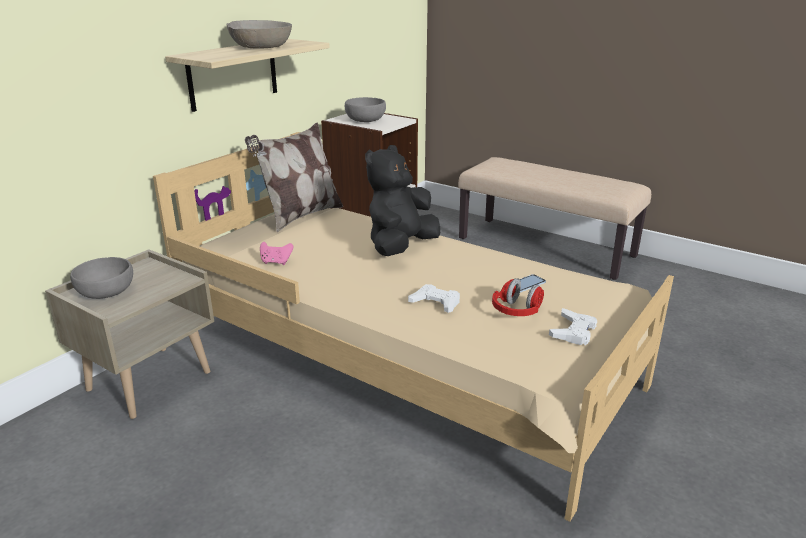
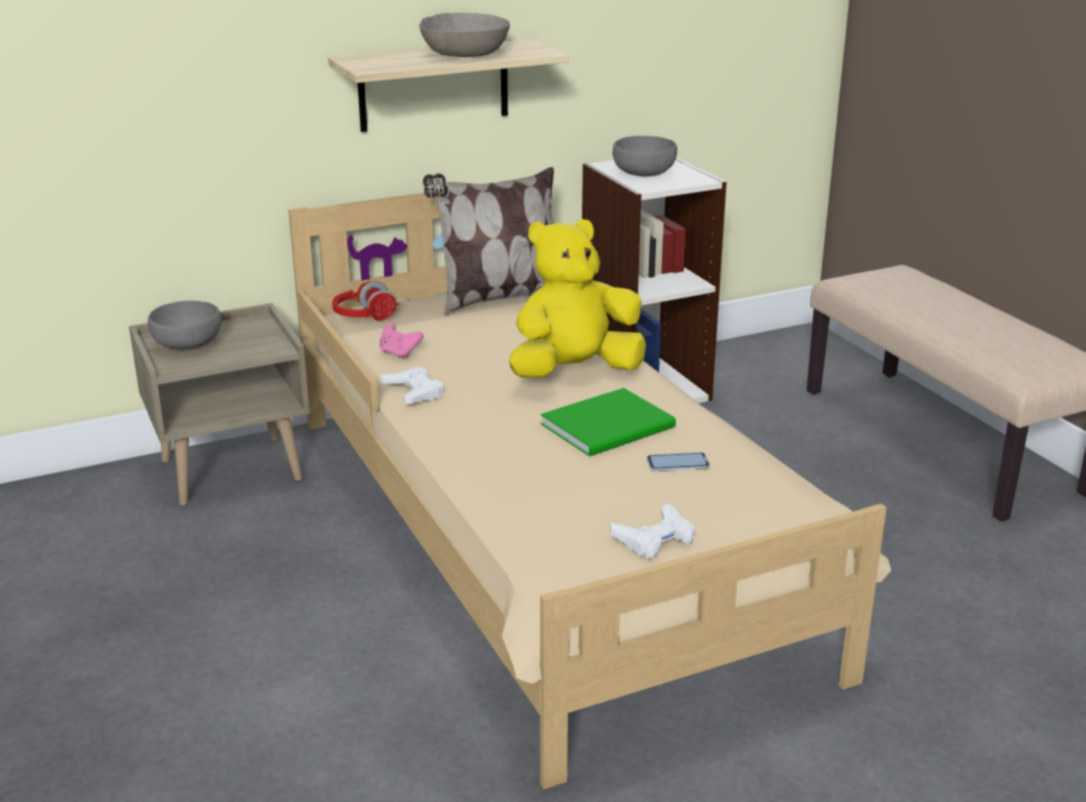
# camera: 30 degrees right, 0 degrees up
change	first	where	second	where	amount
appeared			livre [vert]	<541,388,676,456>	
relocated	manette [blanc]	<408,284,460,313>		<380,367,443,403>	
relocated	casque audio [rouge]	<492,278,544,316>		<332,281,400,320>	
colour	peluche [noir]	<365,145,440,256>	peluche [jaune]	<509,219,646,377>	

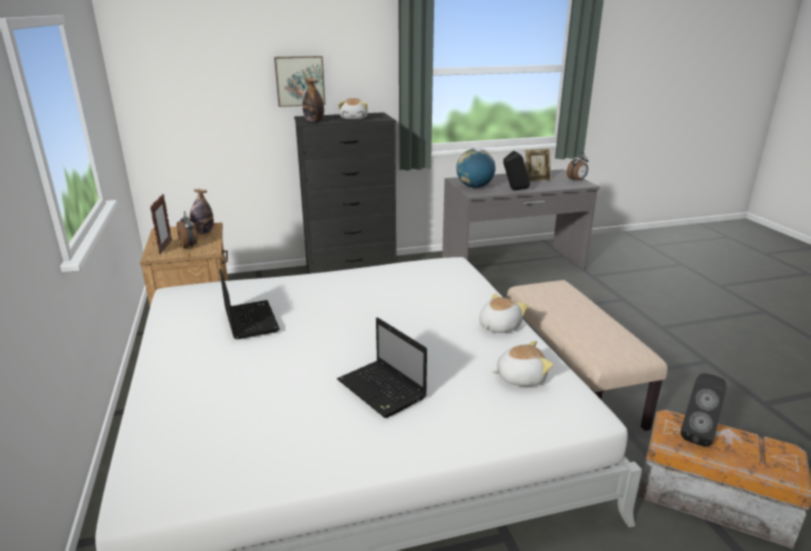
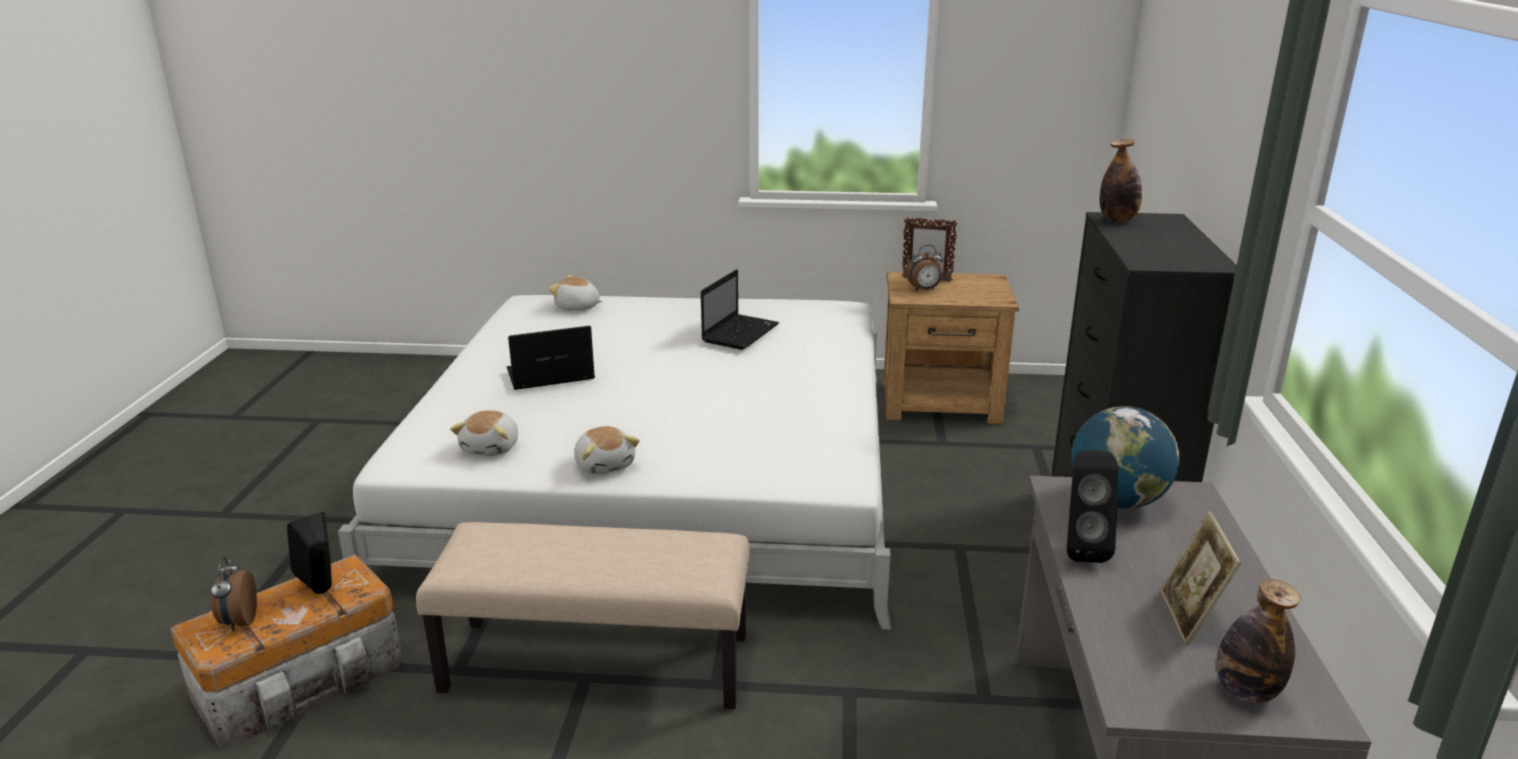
# camera: 110 degrees right, 0 degrees up
change	first	where	second	where	amount
missing	tableau	<274,56,325,107>			
relocated	bouteille	<190,189,214,234>		<1216,579,1301,704>	
relocated	peluche	<338,98,368,120>		<548,275,602,311>	
relocated	réveil	<567,152,588,182>		<211,557,257,631>	
spun	ordinateur portable	<220,269,280,339>		<701,269,779,350>	60 degrees counterclockwise

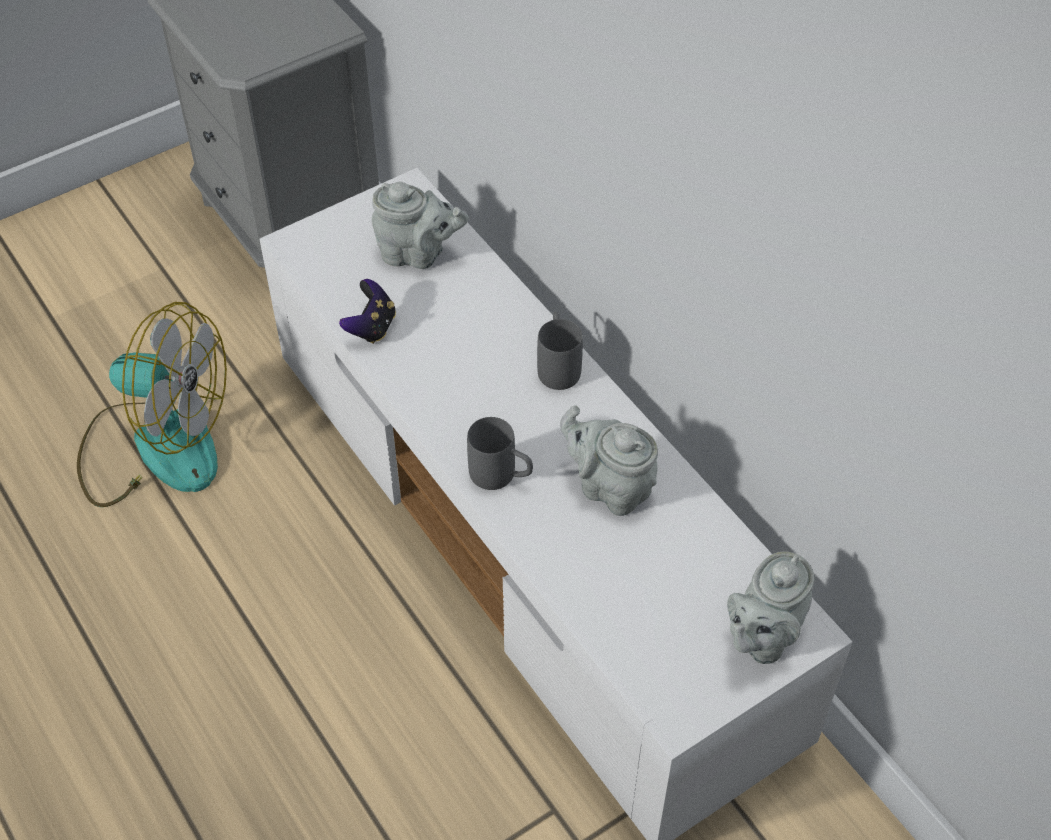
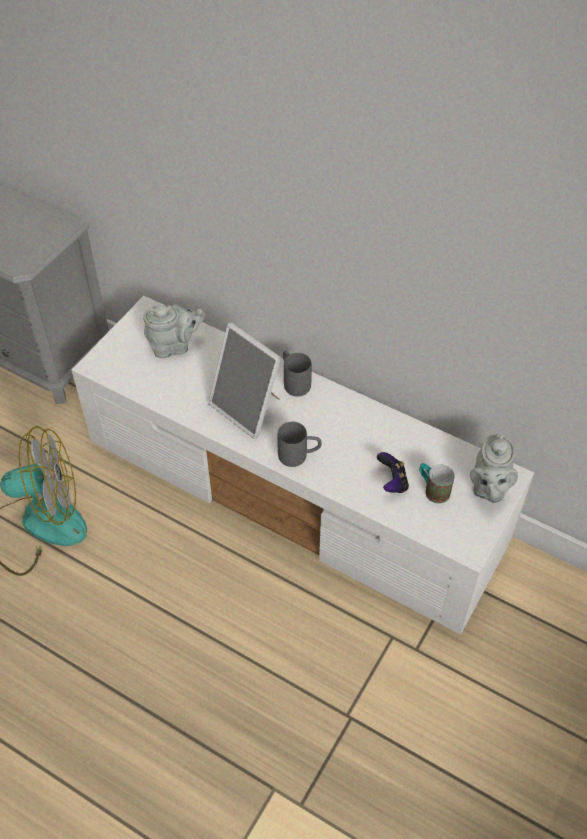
# camera: 25 degrees left, 0 degrees up
change	first	where	second	where	amount
missing	théière [gris]	<560,406,658,516>			
appeared			cadre photo	<209,323,281,439>	
appeared			mug	<419,463,454,504>	
relocated	manette	<339,279,396,344>		<377,452,409,493>	

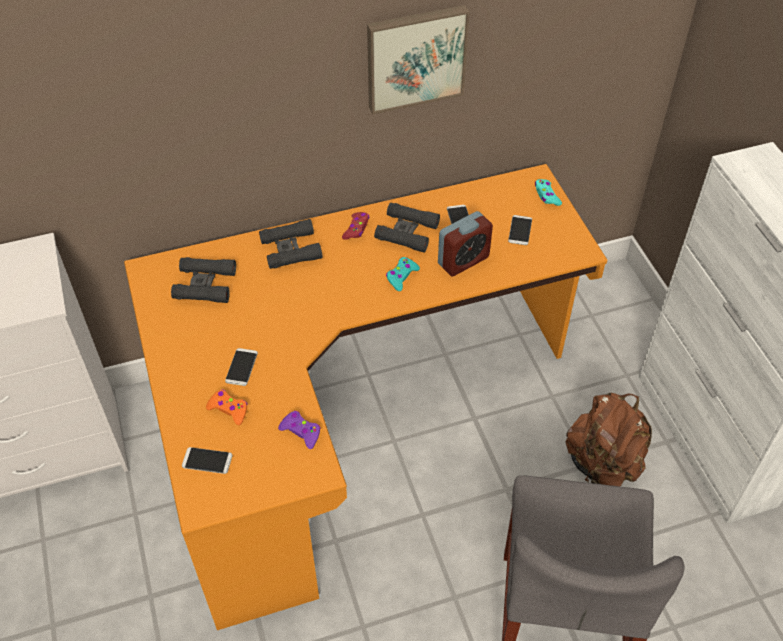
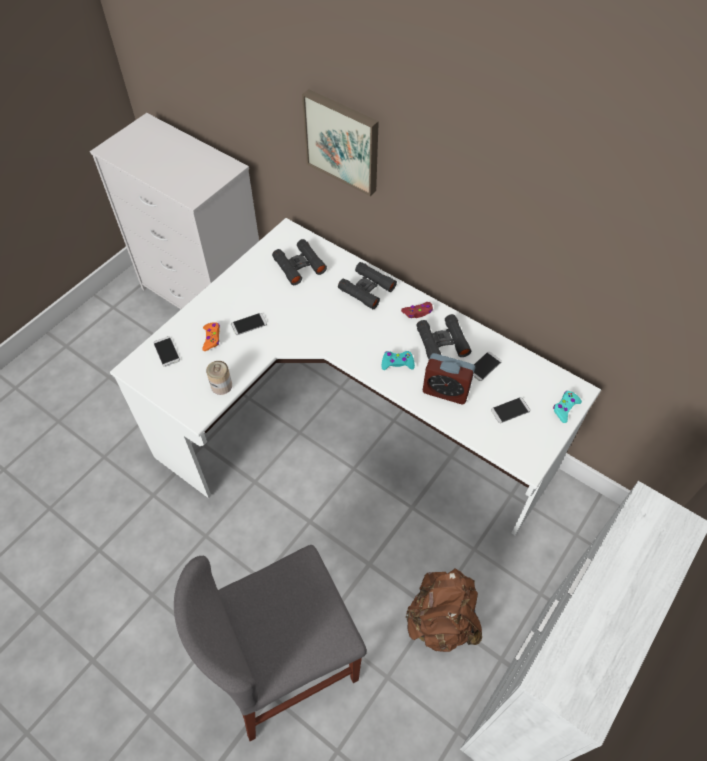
# camera: 55 degrees right, 5 degrees up
change	first	where	second	where	amount
relocated	tableau	<367,5,470,115>		<302,89,379,196>	
exchanged	manette [violet]	<278,411,321,449>	boîte métallique	<206,361,232,395>	
colour	bureau [orange]	<124,164,608,630>	bureau [blanc]	<110,218,601,535>	

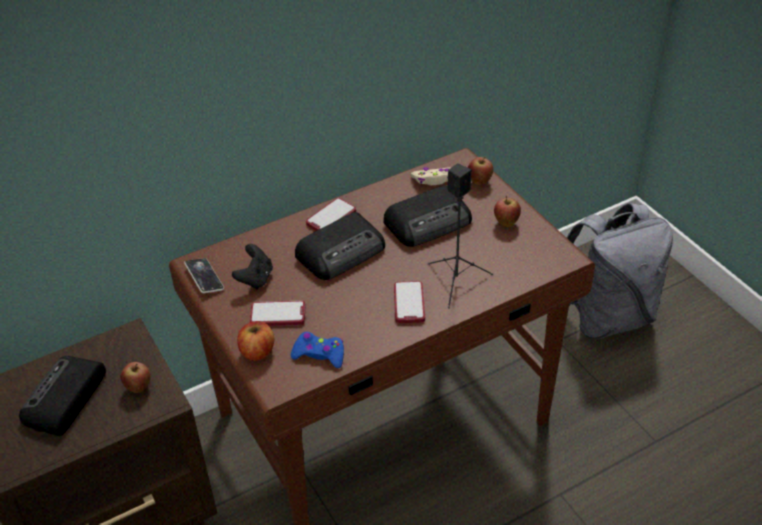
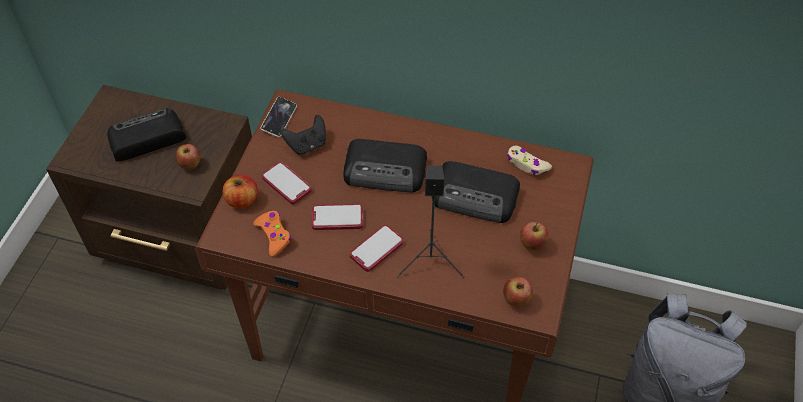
# camera: 45 degrees right, 10 degrees up
change	first	where	second	where	amount
relocated	téléphone	<306,198,356,231>		<312,204,363,230>	
relocated	pomme	<468,157,493,185>		<503,277,533,307>	
colour	manette [bleu]	<291,332,344,368>	manette [orange]	<253,211,291,257>	

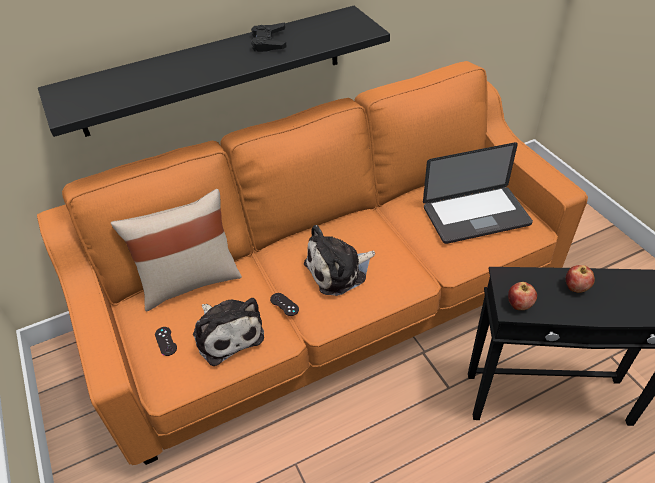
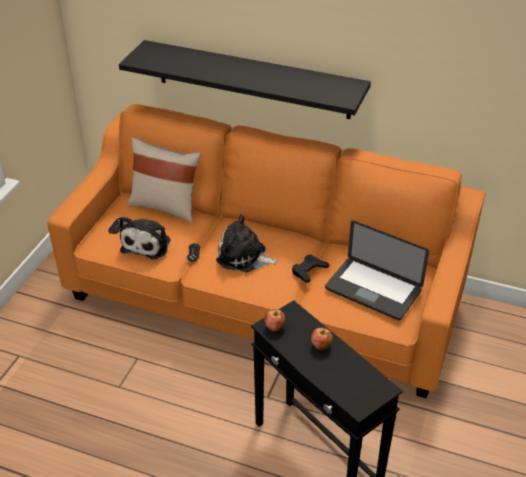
# camera: 45 degrees right, 5 degrees down
change	first	where	second	where	amount
relocated	manette [noir]	<251,22,287,52>		<292,254,329,283>	

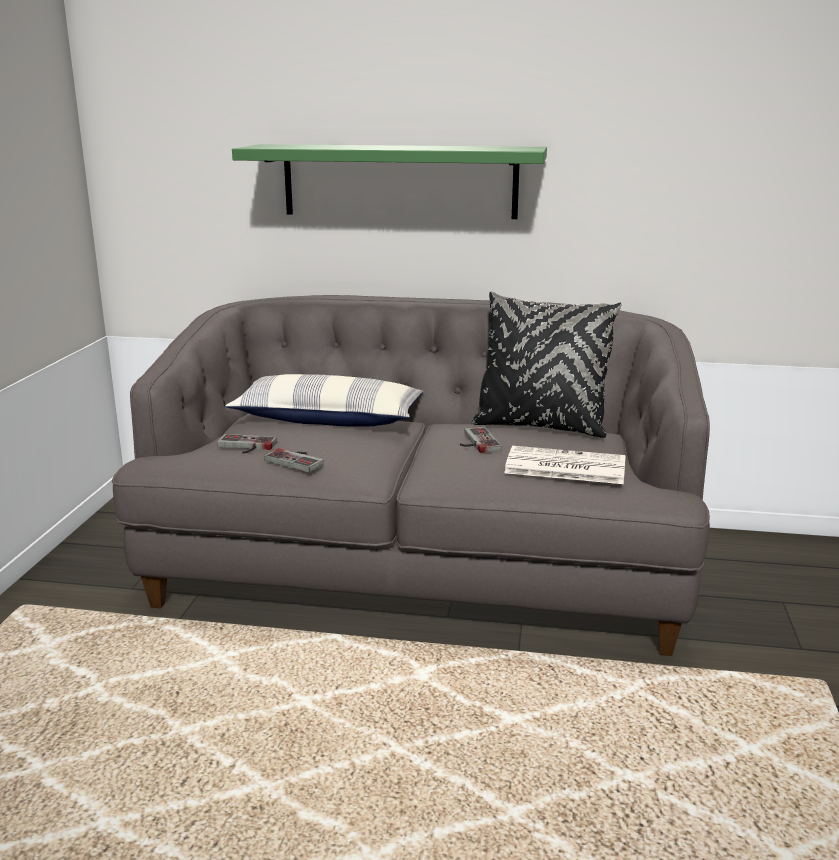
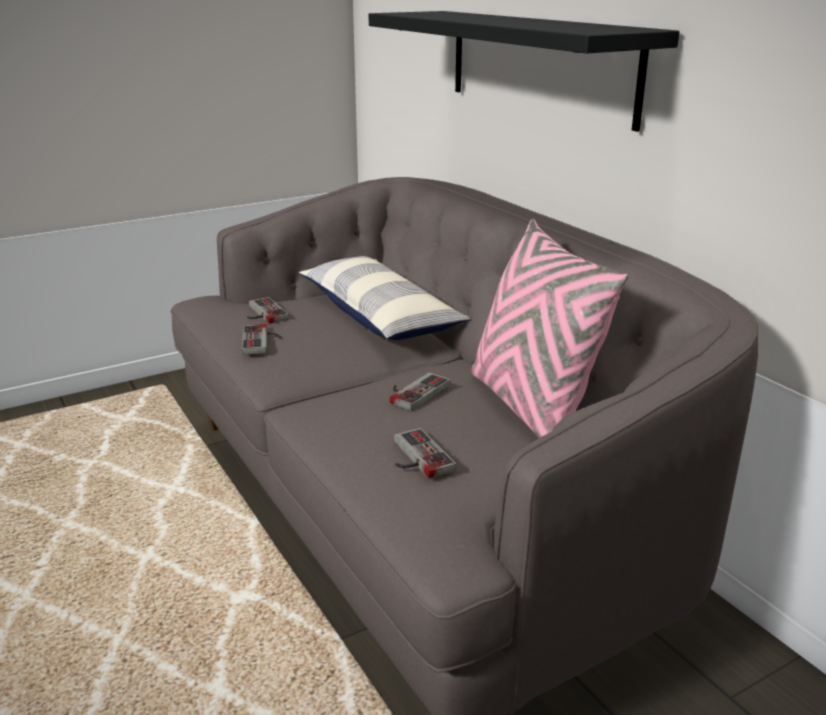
# camera: 50 degrees right, 5 degrees up
change	first	where	second	where	amount
exchanged	journal	<504,446,626,484>	manette	<394,428,456,478>	
colour	étagère [vert]	<232,144,547,219>	étagère [noir]	<368,11,680,132>	
colour	coussin [noir]	<472,291,622,438>	coussin [rose]	<472,219,628,438>	

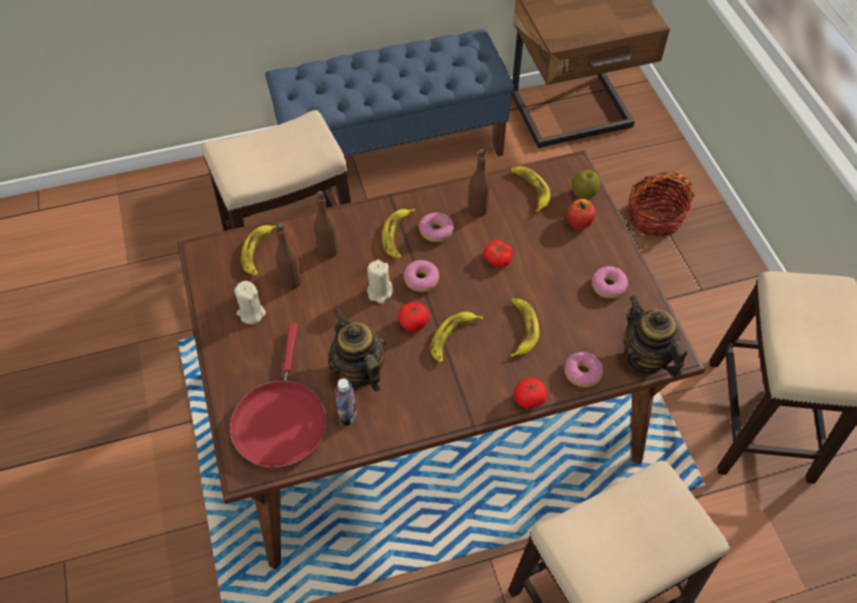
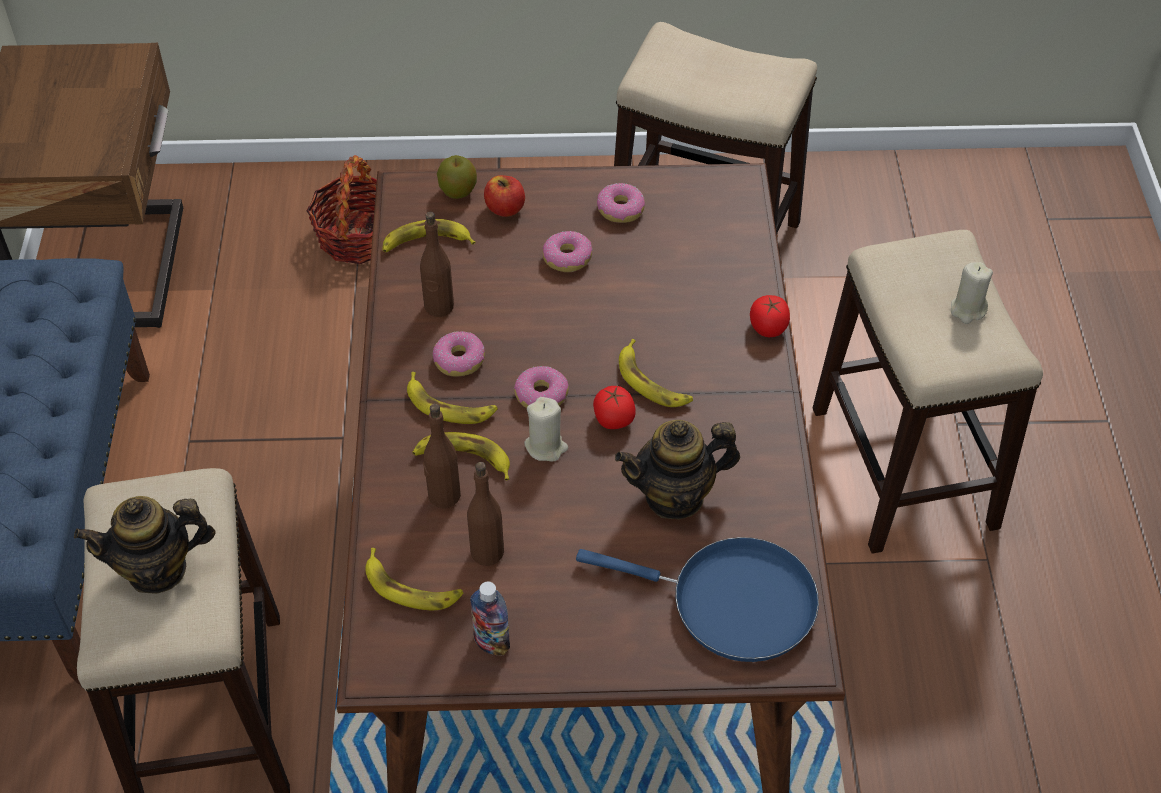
# camera: 75 degrees left, 5 degrees down
change	first	where	second	where	amount
missing	tomate	<483,240,514,268>			
relocated	bougie [beige]	<234,281,266,324>		<951,262,993,324>	
relocated	bouteille	<335,379,357,426>		<470,581,510,655>	
relocated	banane	<511,298,539,357>		<412,432,510,480>	
relocated	beignet	<565,352,603,387>		<543,231,592,272>	
relocated	théière	<624,295,688,378>		<74,496,215,594>	
colour	poêle [rouge]	<230,323,327,469>	poêle [bleu]	<576,537,819,662>	

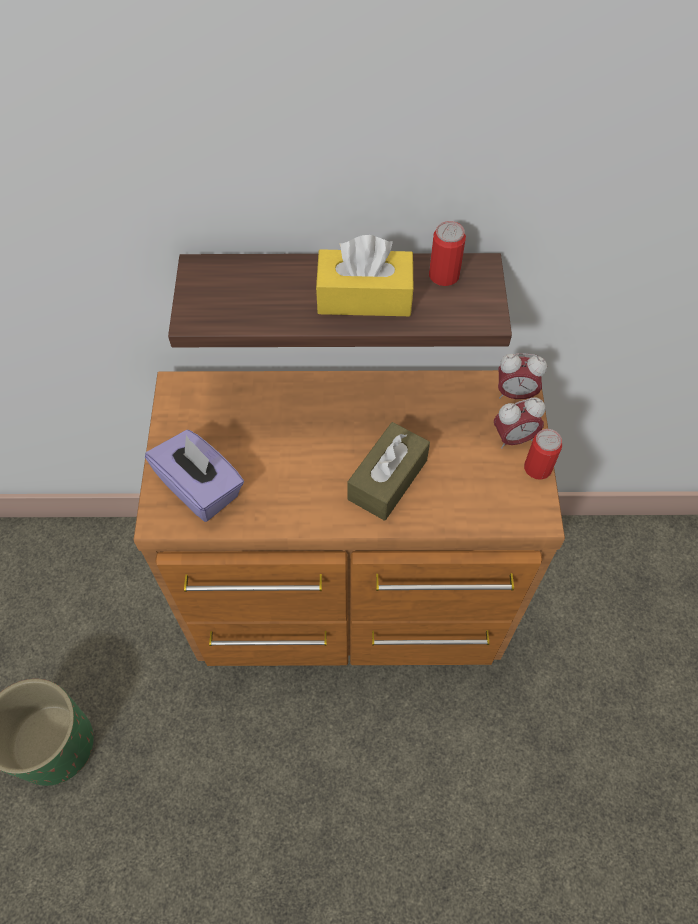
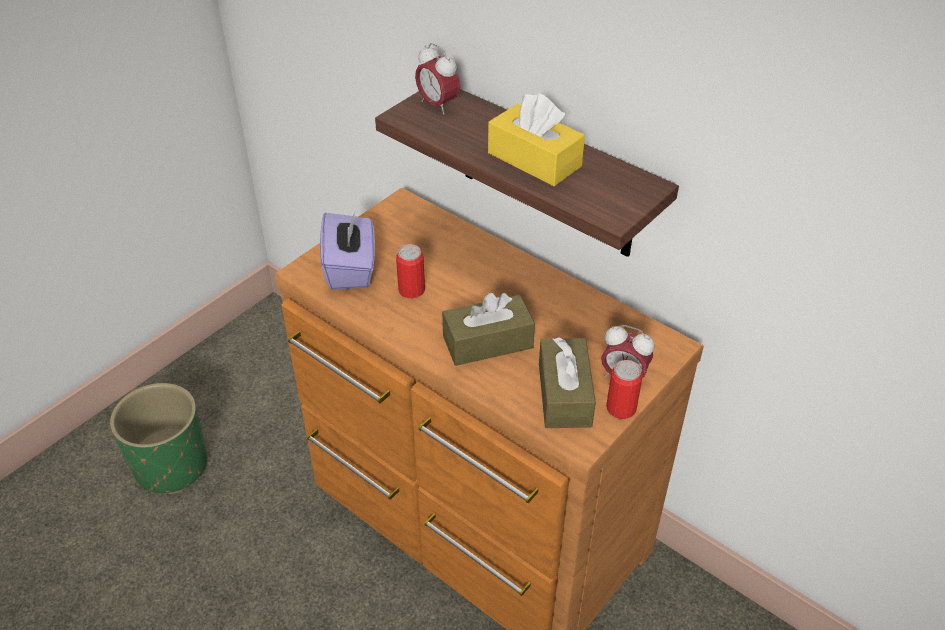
# camera: 40 degrees right, 15 degrees down
change	first	where	second	where	amount
appeared			boîte à mouchoirs [marron]	<539,337,596,428>	
relocated	boîte métallique	<429,221,466,286>		<396,244,425,298>	
relocated	réveil	<498,353,547,399>		<415,43,460,115>	

